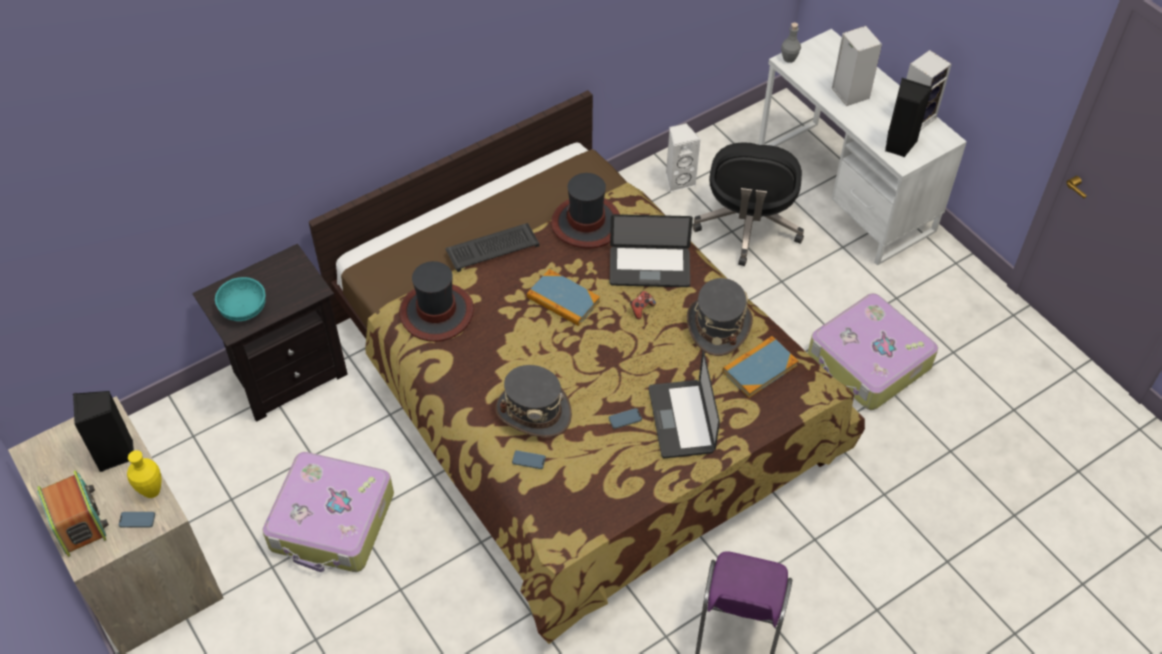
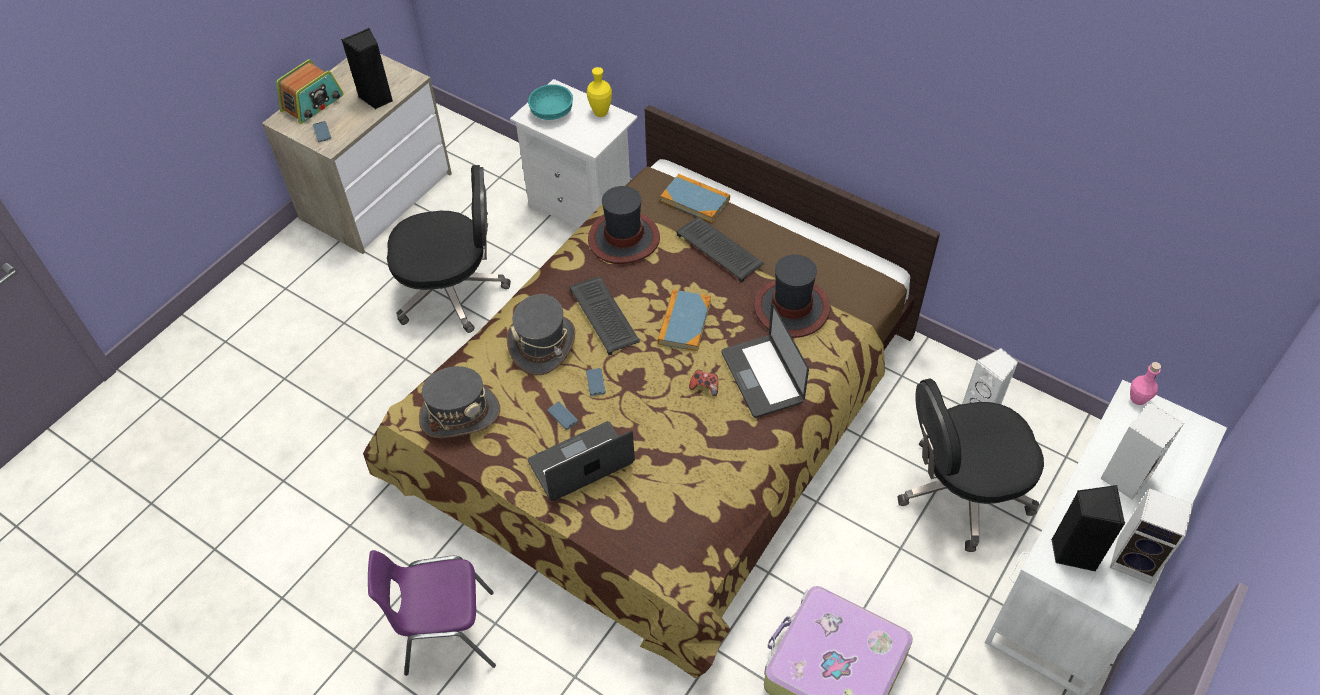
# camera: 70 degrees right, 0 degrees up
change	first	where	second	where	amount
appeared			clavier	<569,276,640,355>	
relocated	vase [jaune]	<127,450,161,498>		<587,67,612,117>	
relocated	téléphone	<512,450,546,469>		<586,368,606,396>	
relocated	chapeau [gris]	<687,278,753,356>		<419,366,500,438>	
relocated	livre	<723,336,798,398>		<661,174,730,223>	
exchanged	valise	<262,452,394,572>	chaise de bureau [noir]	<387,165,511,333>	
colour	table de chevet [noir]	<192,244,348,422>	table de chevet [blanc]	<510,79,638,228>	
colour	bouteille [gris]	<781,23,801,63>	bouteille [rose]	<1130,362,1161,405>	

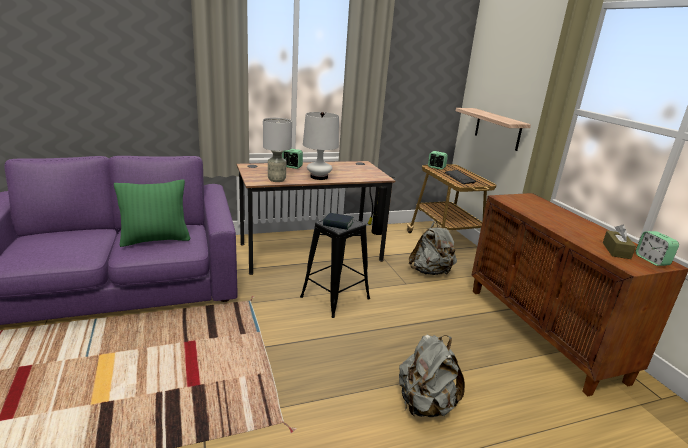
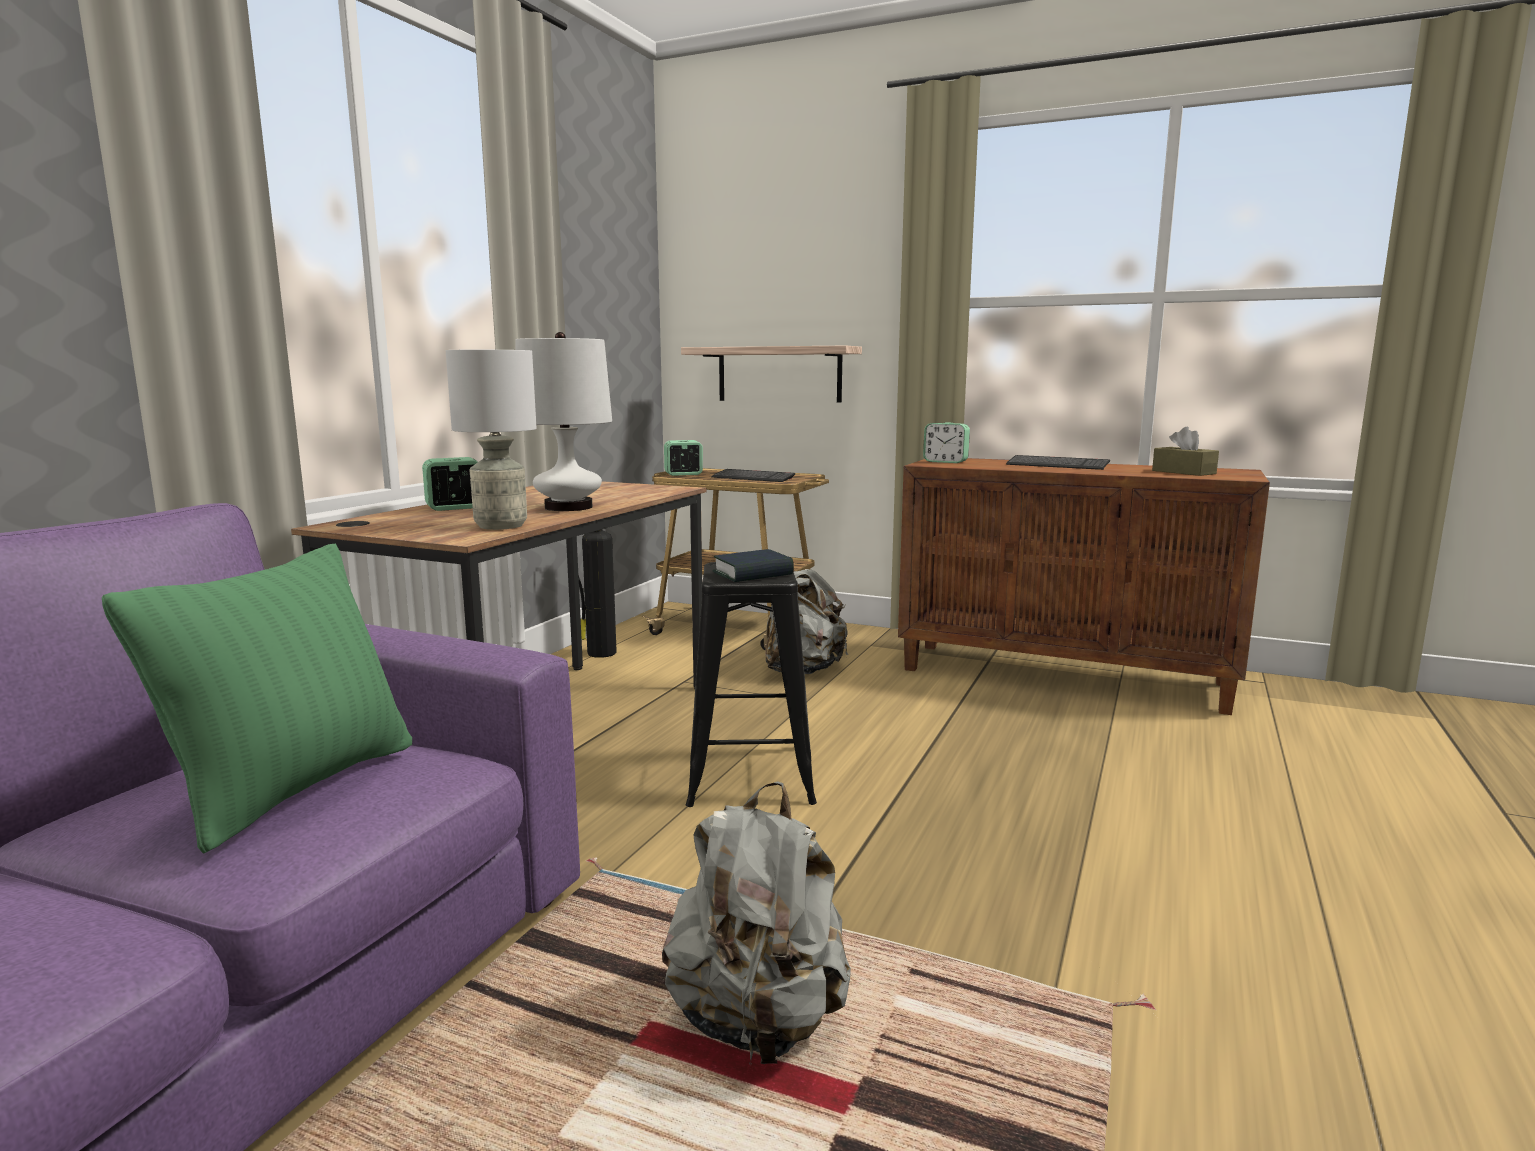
# camera: 45 degrees left, 10 degrees down
change	first	where	second	where	amount
appeared			clavier	<1006,455,1110,470>	
relocated	sac à dos [gris]	<399,335,465,417>		<662,781,851,1064>	
relocated	réveil	<636,231,679,266>		<923,422,970,463>	

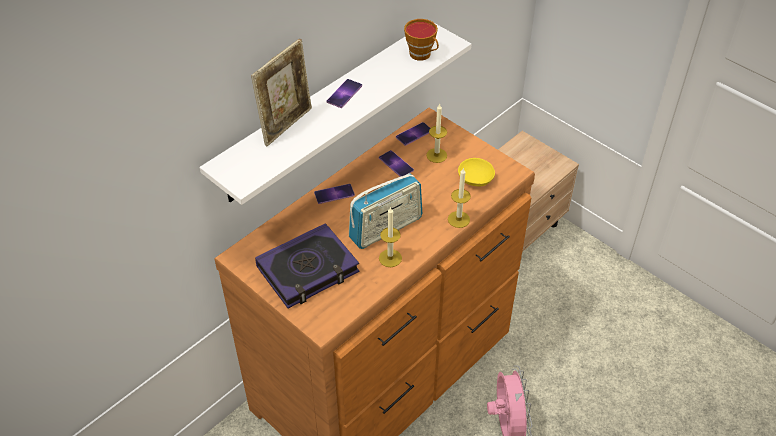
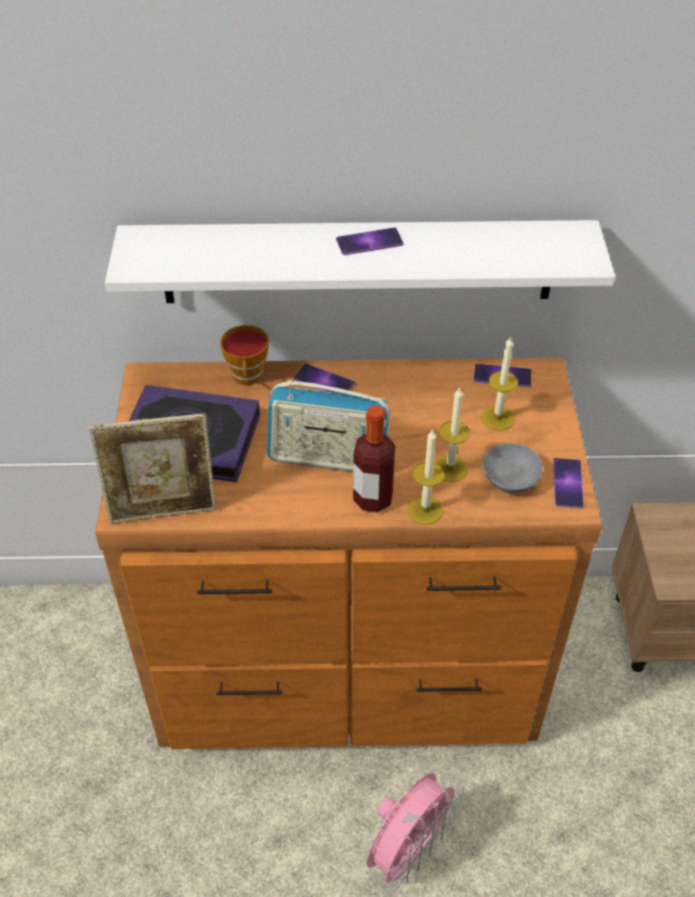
# camera: 45 degrees right, 0 degrees up
change	first	where	second	where	amount
appeared			bouteille	<353,405,395,512>	
relocated	cadre photo	<251,39,312,146>		<89,413,217,524>	
relocated	téléphone	<379,150,414,177>		<553,458,584,508>	
relocated	bougie	<379,207,402,267>		<435,387,470,482>	
relocated	tasse	<404,19,439,61>		<220,325,269,385>	
colour	bol [jaune]	<458,158,495,187>	bol [gris]	<482,443,543,493>	

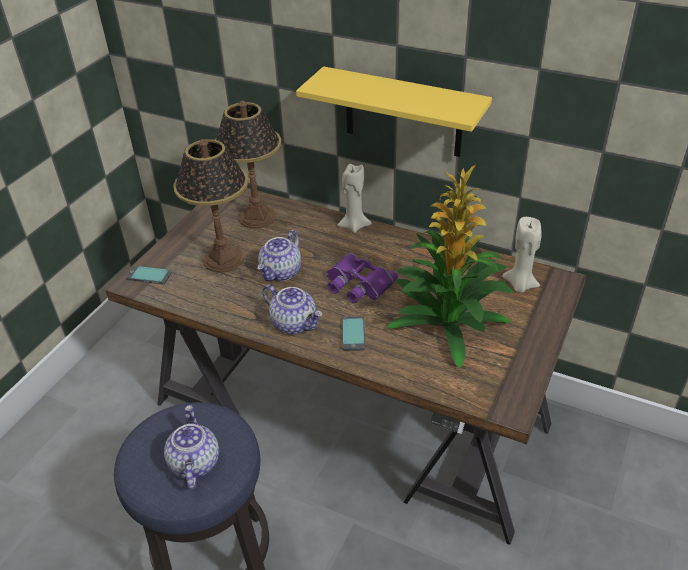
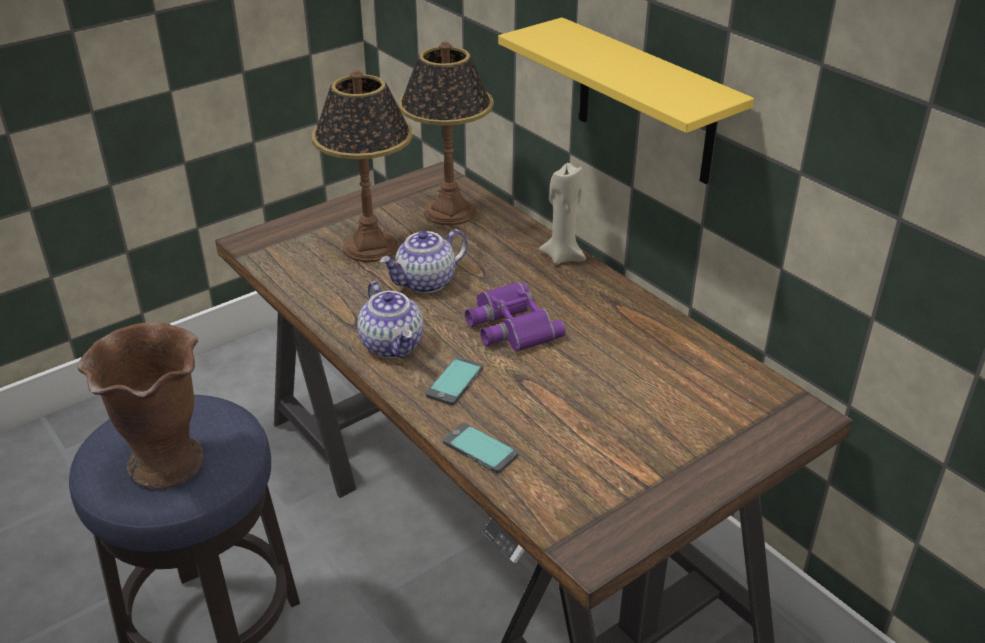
# camera: 25 degrees right, 5 degrees down
change	first	where	second	where	amount
missing	plante en pot	<386,165,514,368>			
missing	bougie [beige]	<502,217,542,293>			
relocated	téléphone	<126,266,172,284>		<443,423,518,474>	
exchanged	théière	<164,405,219,489>	vase [marron]	<78,322,204,489>	

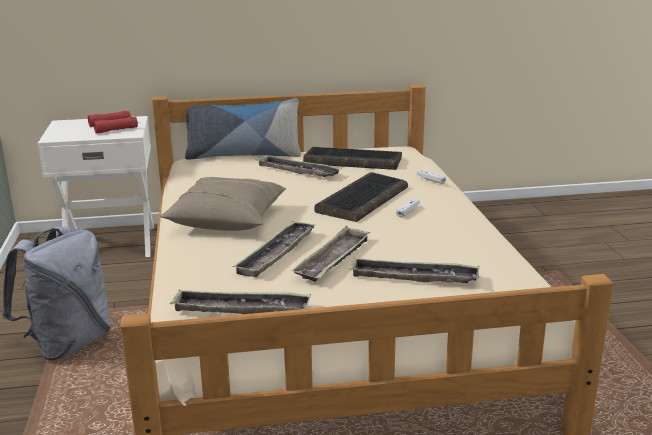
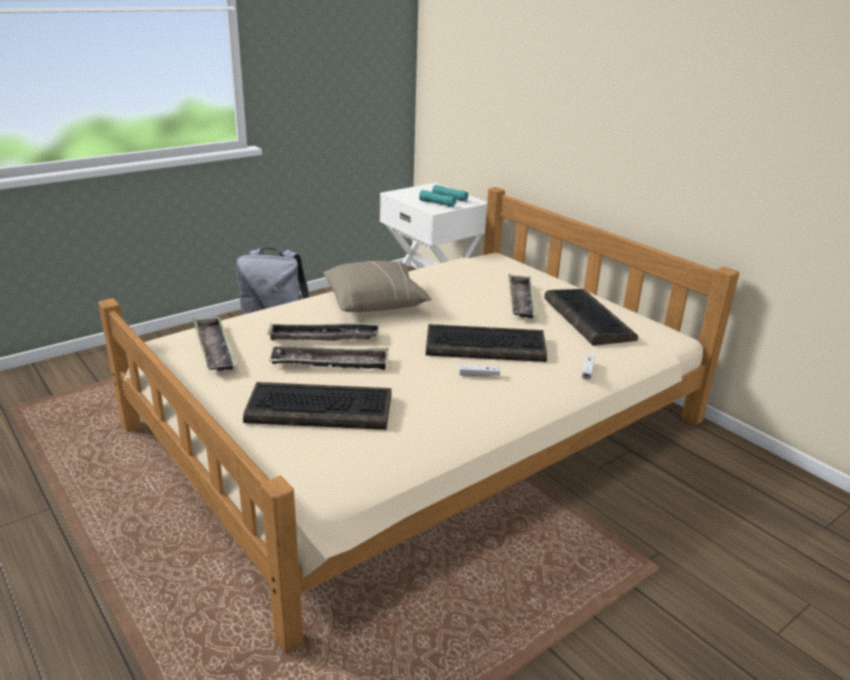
# camera: 60 degrees right, 5 degrees up
change	first	where	second	where	amount
missing	coussin	<185,98,301,160>			
exchanged	plateau	<349,257,479,283>	clavier	<243,382,391,430>	
colour	jumelles [rouge]	<88,111,138,134>	jumelles [turquoise]	<419,185,468,207>	

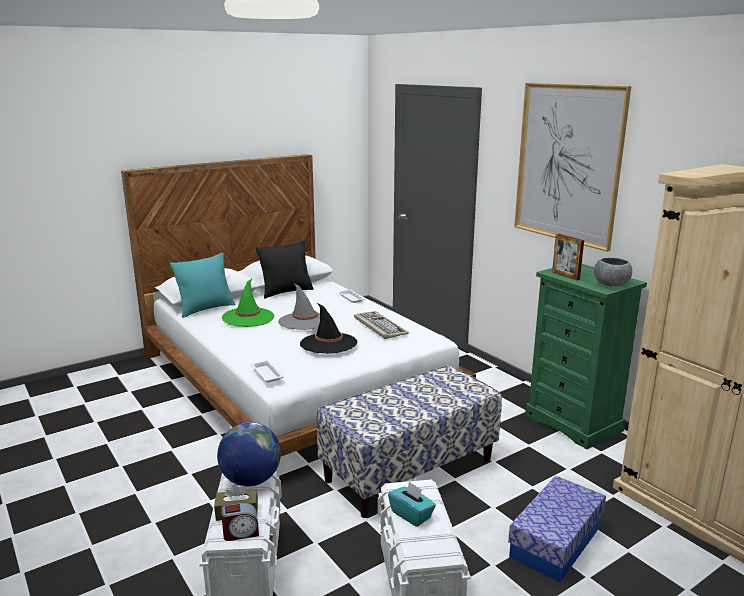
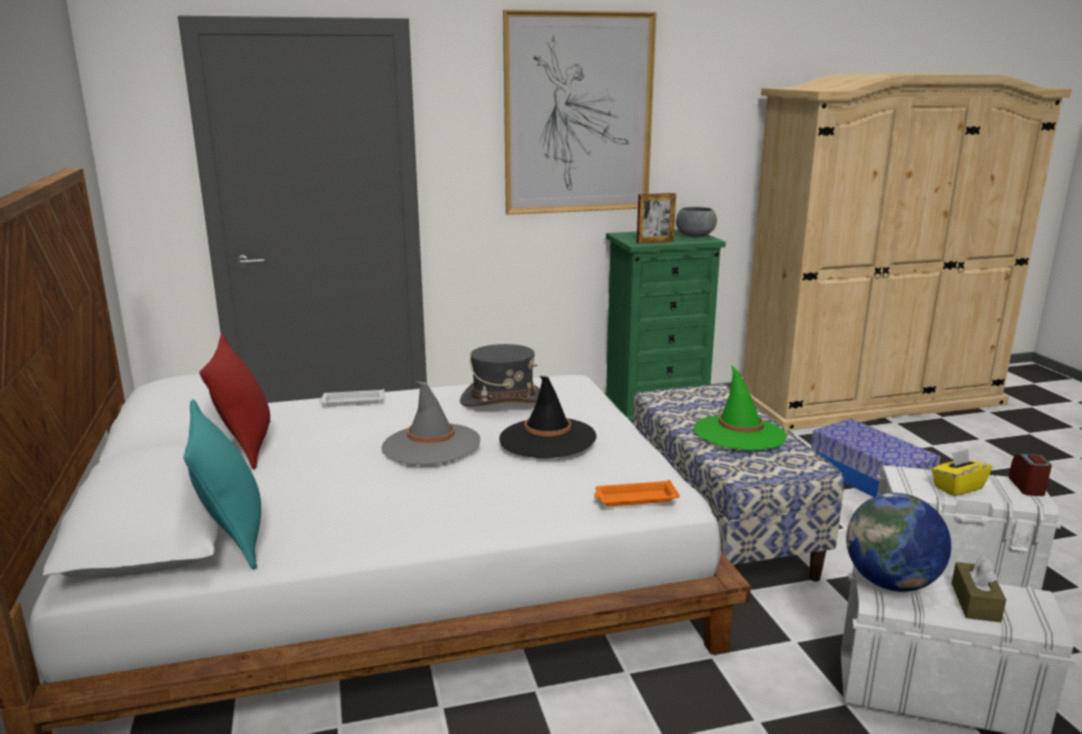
# camera: 70 degrees left, 0 degrees up
change	first	where	second	where	amount
relocated	réveil	<221,502,259,541>		<1008,454,1052,496>	
relocated	chapeau [vert]	<222,279,274,327>		<694,365,787,450>	
exchanged	clavier	<354,311,409,339>	chapeau [gris]	<460,344,540,406>	
colour	plateau [blanc]	<251,360,284,383>	plateau [orange]	<594,480,680,506>	
colour	coussin [noir]	<256,240,314,299>	coussin [rouge]	<199,334,271,469>	
colour	boîte à mouchoirs [turquoise]	<388,481,436,527>	boîte à mouchoirs [jaune]	<932,449,992,496>	

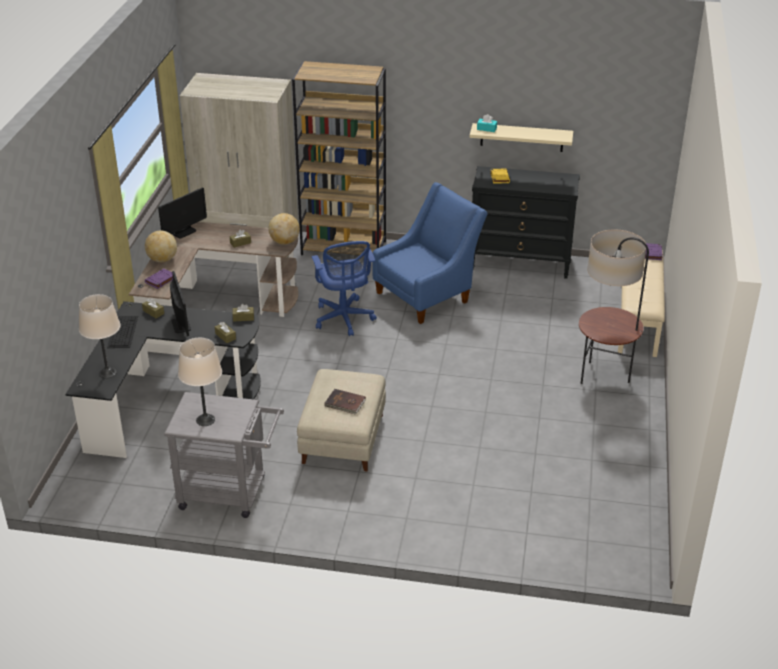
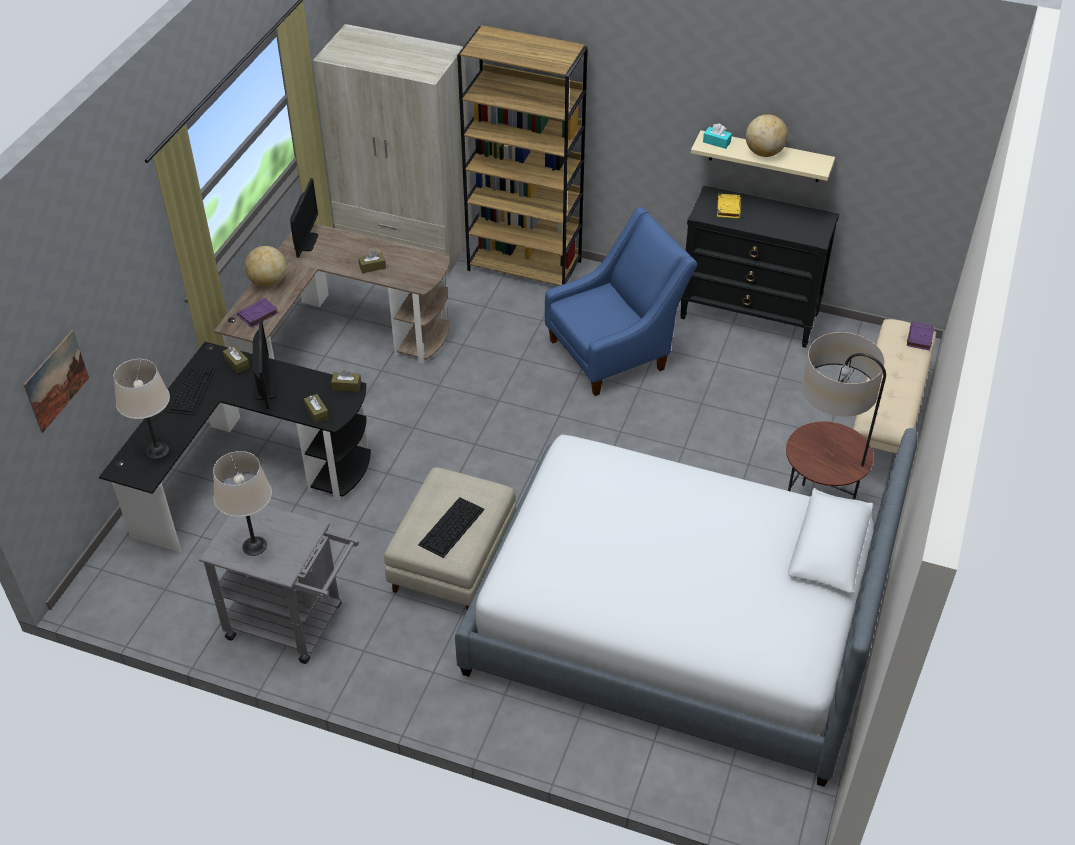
# camera: 10 degrees right, 10 degrees up
change	first	where	second	where	amount
missing	chaise de bureau [bleu]	<312,241,377,336>			
appeared			tableau	<23,330,89,433>	
appeared			lit	<455,428,917,787>	
relocated	globe	<268,213,300,244>		<746,114,788,157>	
exchanged	livre [marron]	<324,389,366,415>	clavier	<418,497,485,558>	
spun	écran d'ordinateur	<158,187,207,238>		<290,178,318,258>	45 degrees counterclockwise

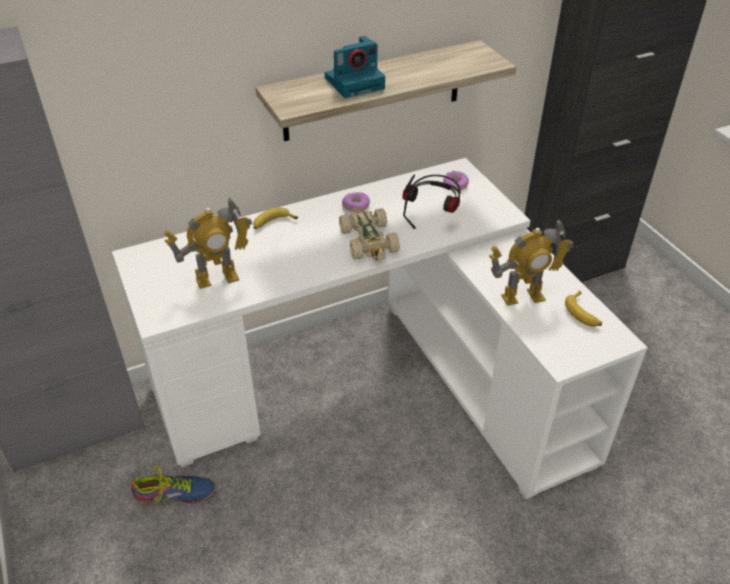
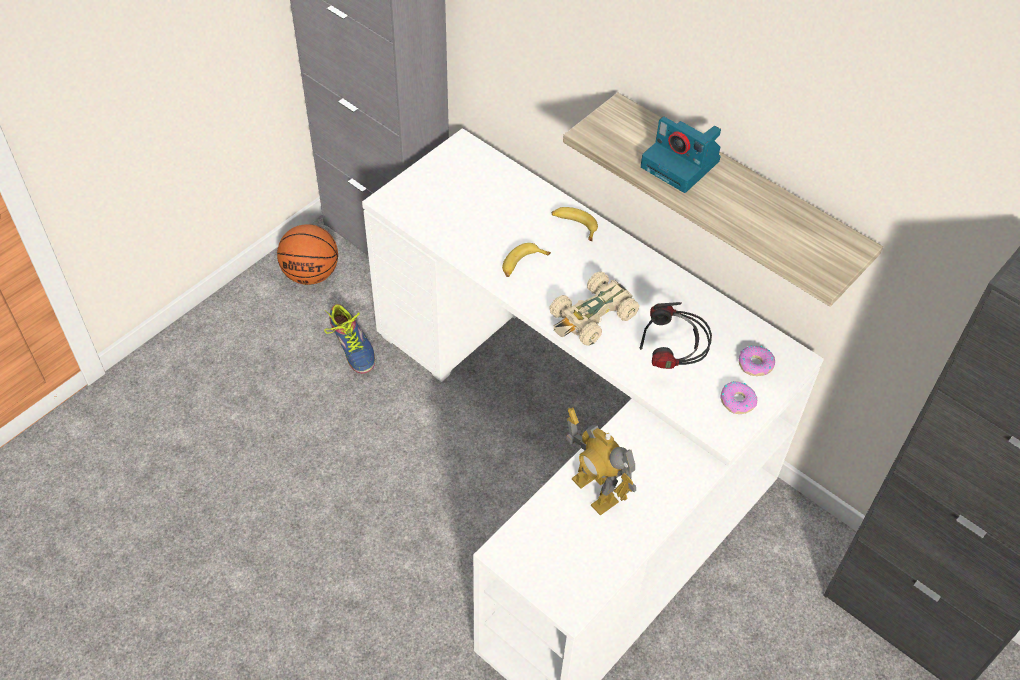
# camera: 65 degrees right, 10 degrees up
change	first	where	second	where	amount
missing	robot jouet	<164,197,253,289>			
appeared			ballon de basket	<277,224,338,285>	
relocated	beignet	<342,192,370,212>		<720,381,757,414>	
relocated	banane	<565,291,602,327>		<502,243,551,277>	

